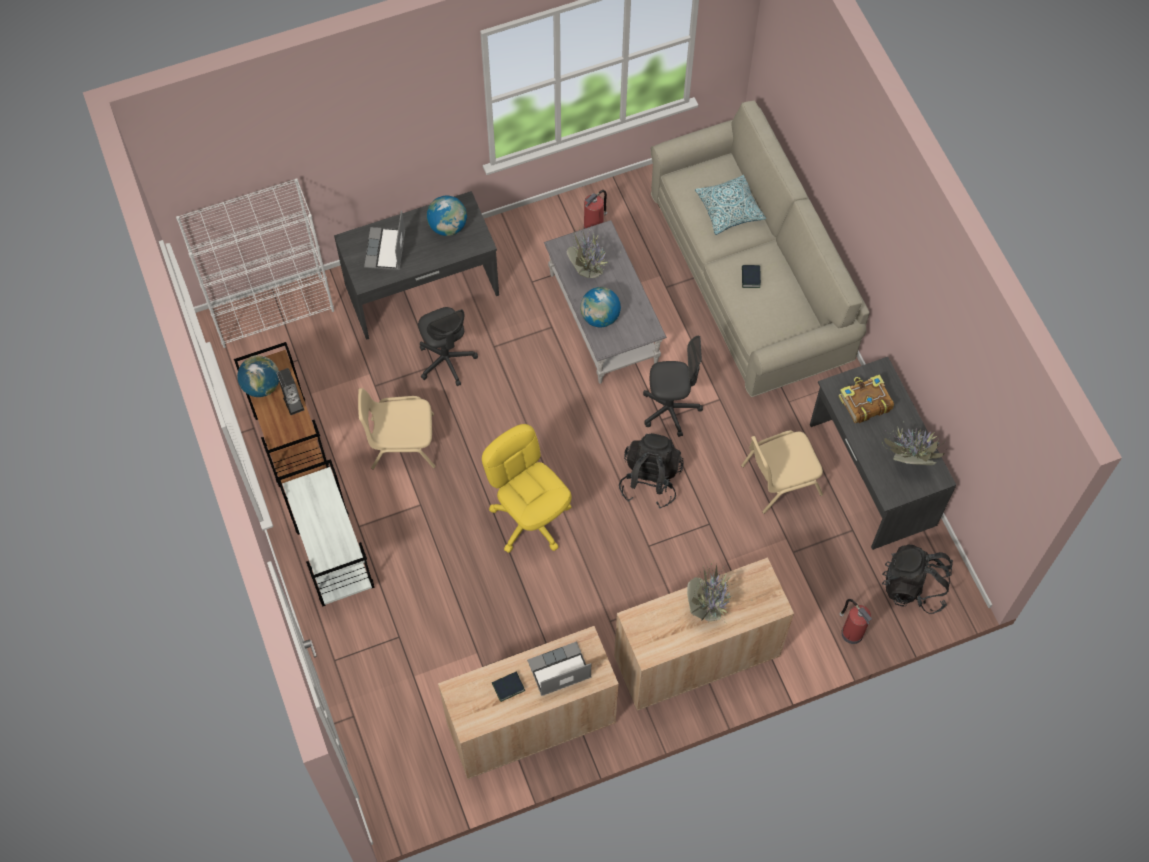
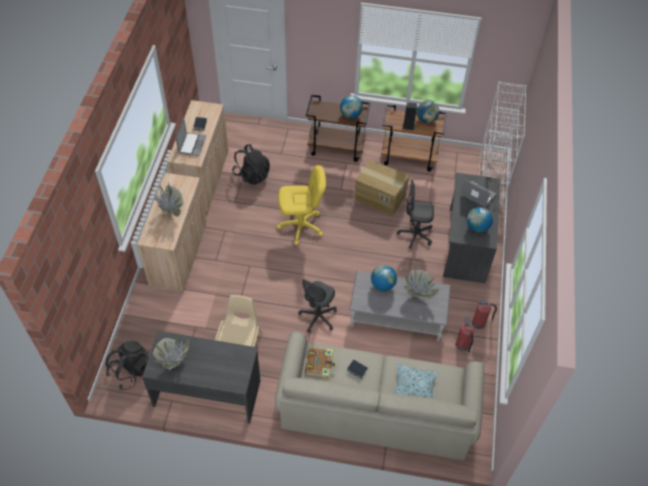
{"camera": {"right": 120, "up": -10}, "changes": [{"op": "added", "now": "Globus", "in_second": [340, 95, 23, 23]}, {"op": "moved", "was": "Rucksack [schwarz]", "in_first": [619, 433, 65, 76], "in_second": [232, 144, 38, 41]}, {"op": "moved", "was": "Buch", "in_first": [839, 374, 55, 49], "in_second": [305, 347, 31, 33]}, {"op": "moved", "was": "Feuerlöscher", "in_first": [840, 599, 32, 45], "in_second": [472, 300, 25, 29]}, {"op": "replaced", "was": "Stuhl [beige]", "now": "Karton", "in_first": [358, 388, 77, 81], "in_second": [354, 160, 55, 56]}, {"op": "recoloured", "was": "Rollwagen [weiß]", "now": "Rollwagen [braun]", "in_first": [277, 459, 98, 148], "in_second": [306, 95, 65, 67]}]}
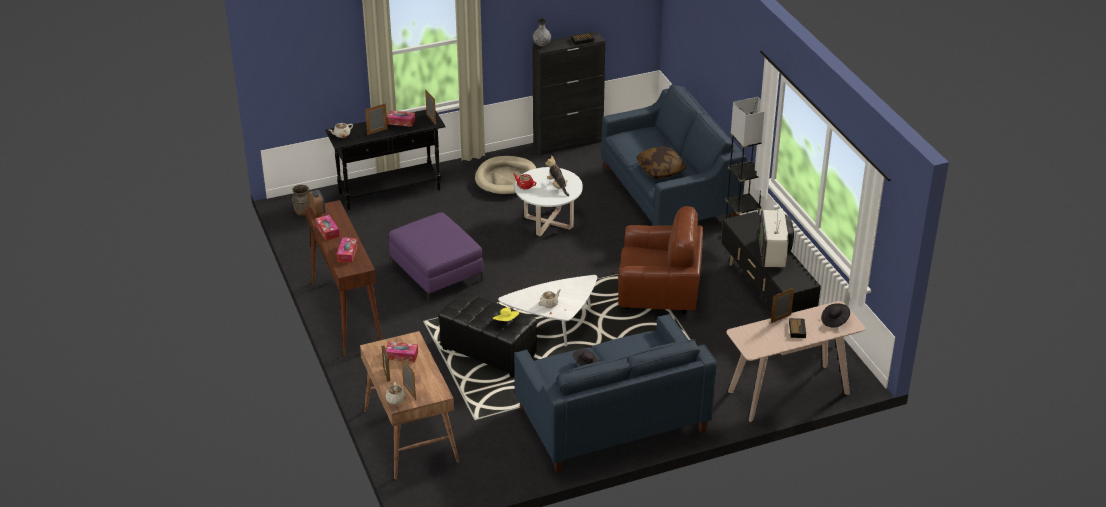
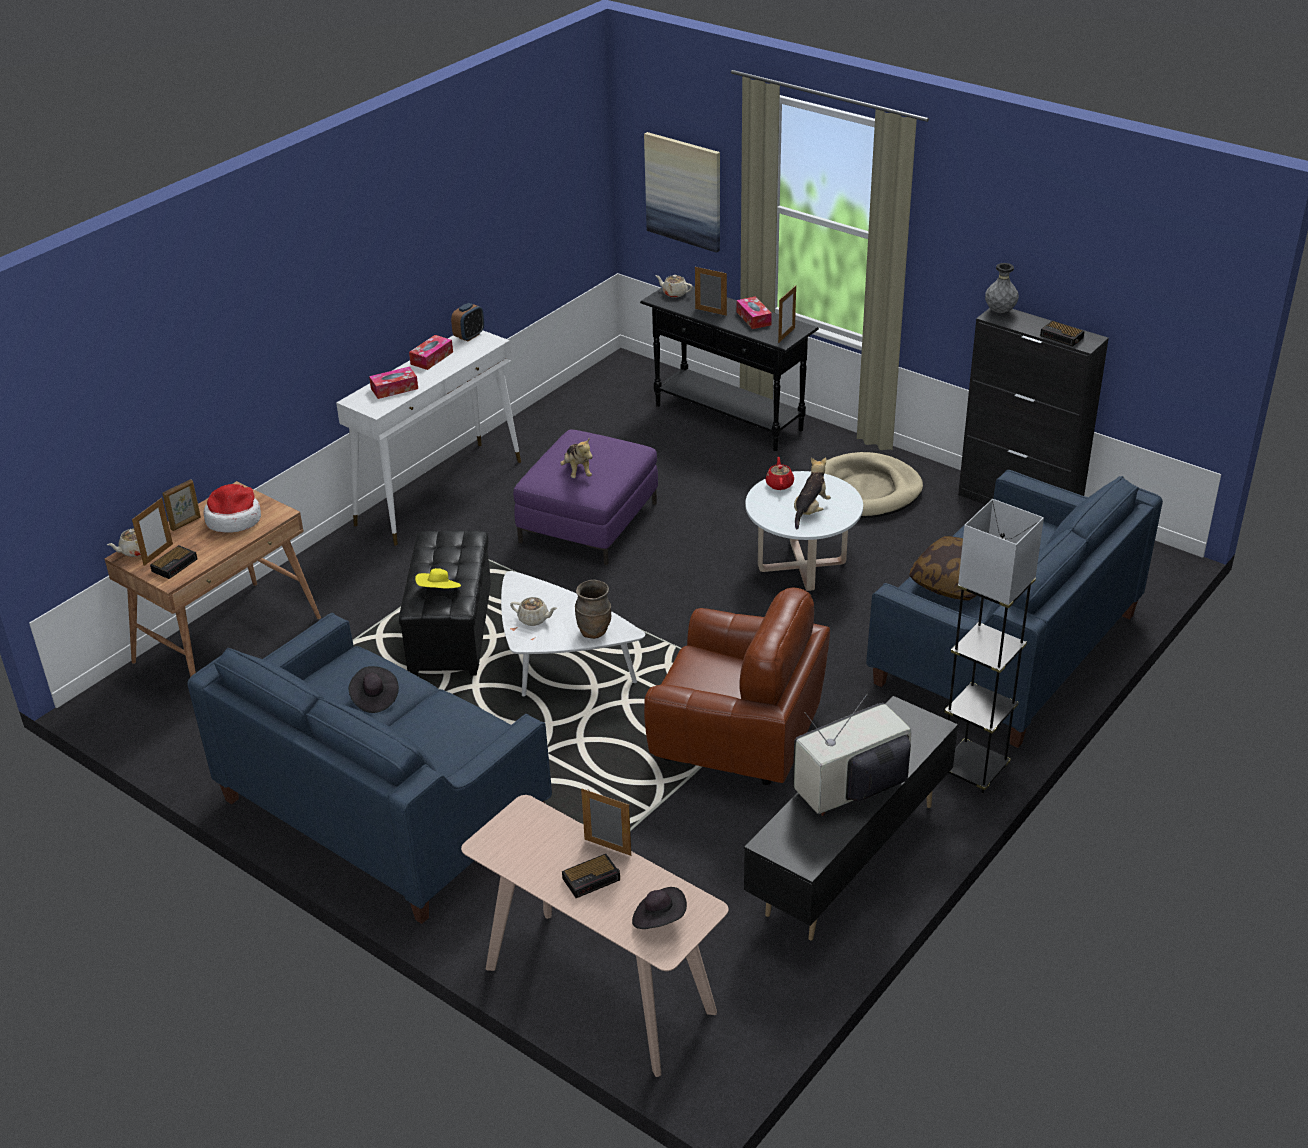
{"camera": {"right": 60, "up": 0}, "changes": [{"op": "added", "now": "Wecker", "in_second": [150, 545, 48, 34]}, {"op": "added", "now": "Plüschtier", "in_second": [560, 437, 33, 41]}, {"op": "added", "now": "Bild", "in_second": [644, 132, 76, 121]}, {"op": "moved", "was": "Vase [braun]", "in_first": [292, 185, 19, 31], "in_second": [575, 580, 36, 59]}, {"op": "replaced", "was": "Taschentuchbox", "now": "Hut", "in_first": [386, 342, 32, 20], "in_second": [203, 484, 58, 49]}, {"op": "recoloured", "was": "Konsolentisch [braun]", "now": "Konsolentisch [weiß]", "in_first": [305, 200, 77, 157], "in_second": [336, 331, 185, 215]}, {"op": "turned", "was": "Sessel [braun]", "in_first": [618, 206, 85, 108], "in_second": [644, 587, 186, 198], "clockwise": -45}]}
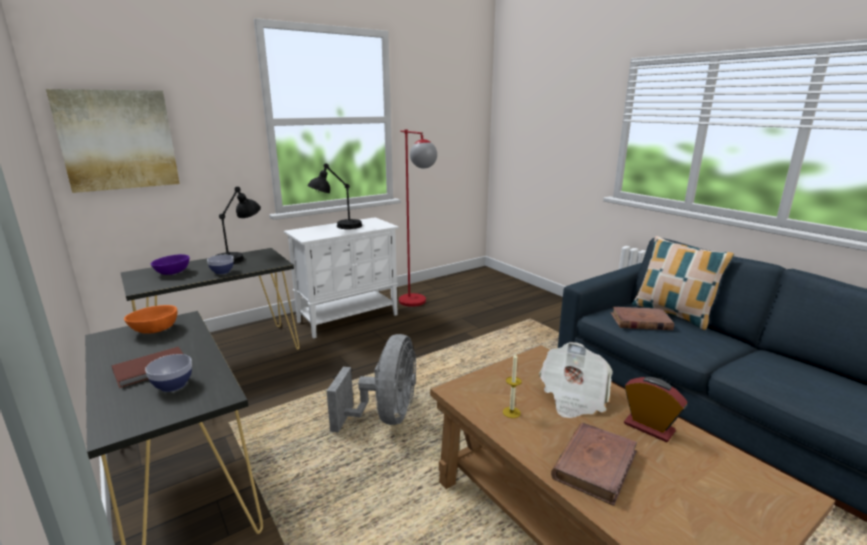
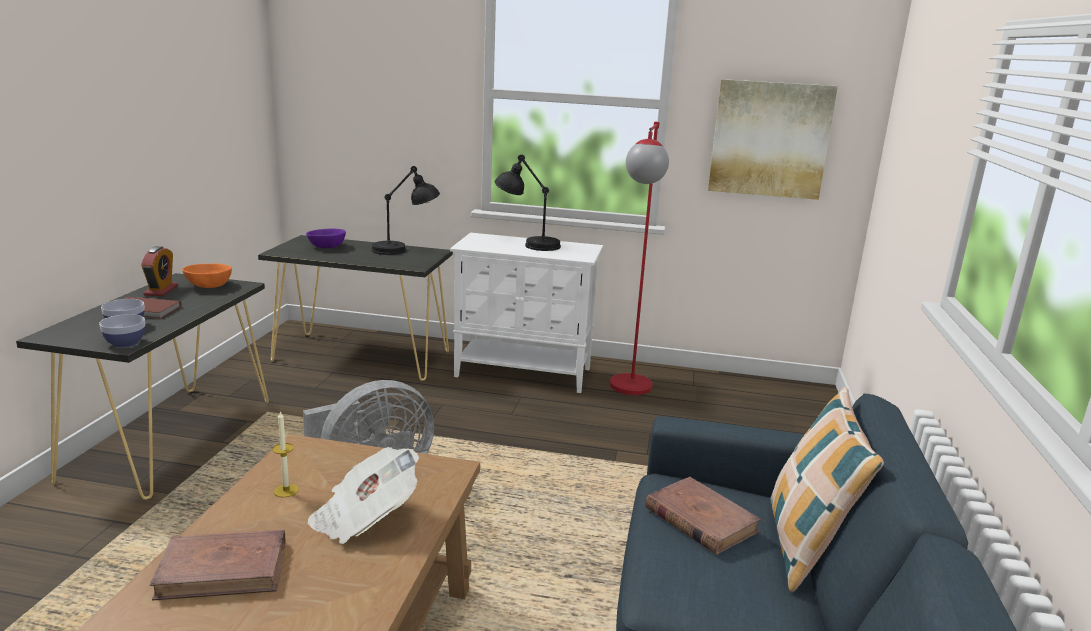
{"camera": {"right": 45, "up": 0}, "changes": [{"op": "moved", "was": "Bild", "in_first": [46, 89, 134, 104], "in_second": [708, 79, 130, 121]}, {"op": "moved", "was": "Schüssel", "in_first": [207, 255, 27, 19], "in_second": [99, 314, 46, 34]}, {"op": "moved", "was": "Wecker", "in_first": [624, 377, 63, 65], "in_second": [141, 246, 37, 50]}]}
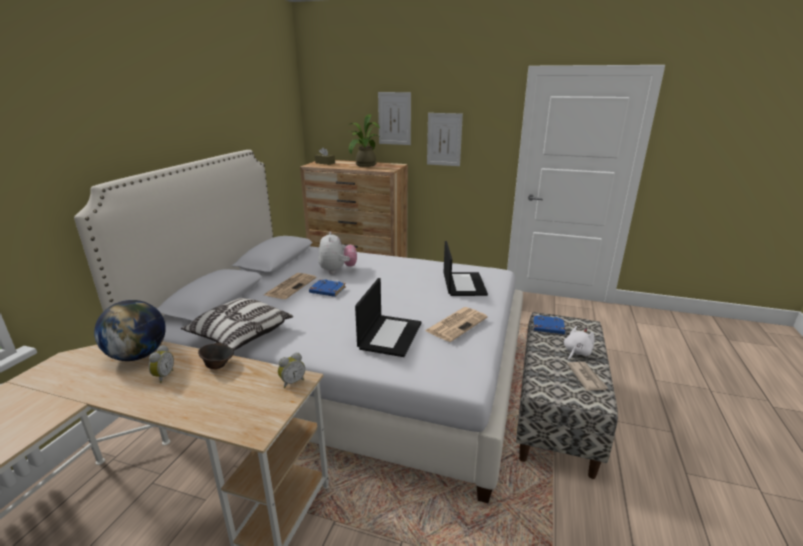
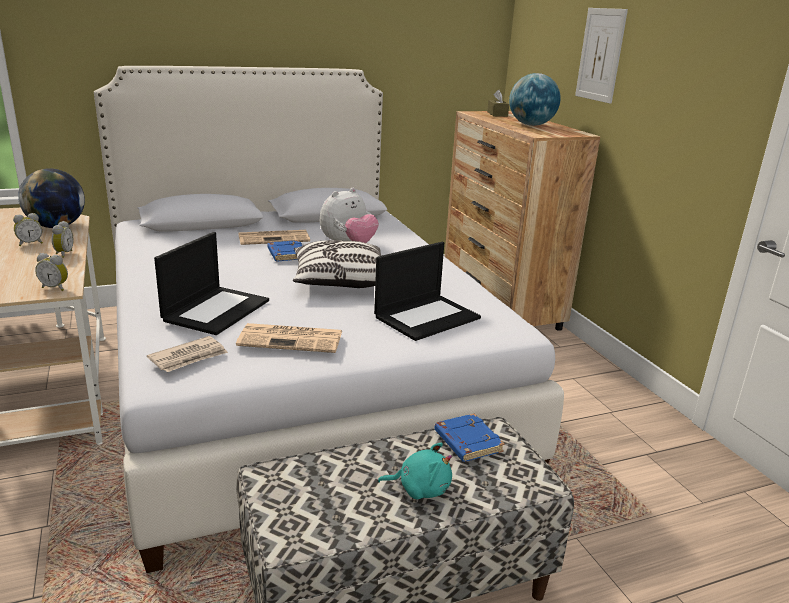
{"camera": {"right": 50, "up": 0}, "changes": [{"op": "removed", "was": "Bild", "in_first": [427, 113, 36, 53]}, {"op": "moved", "was": "Kissen", "in_first": [181, 298, 112, 53], "in_second": [293, 240, 88, 48]}, {"op": "moved", "was": "Zeitung", "in_first": [567, 362, 41, 29], "in_second": [147, 336, 81, 36]}, {"op": "replaced", "was": "Schüssel [braun]", "now": "Wecker", "in_first": [198, 343, 36, 26], "in_second": [52, 221, 21, 37]}, {"op": "replaced", "was": "Topfpflanze", "now": "Globus", "in_first": [348, 114, 33, 53], "in_second": [509, 73, 52, 53]}, {"op": "recoloured", "was": "Plüschtier [weiß]", "now": "Plüschtier [türkis]", "in_first": [564, 326, 31, 34], "in_second": [378, 443, 74, 57]}, {"op": "turned", "was": "Laptop", "in_first": [355, 278, 67, 79], "in_second": [154, 232, 115, 103], "clockwise": -45}]}
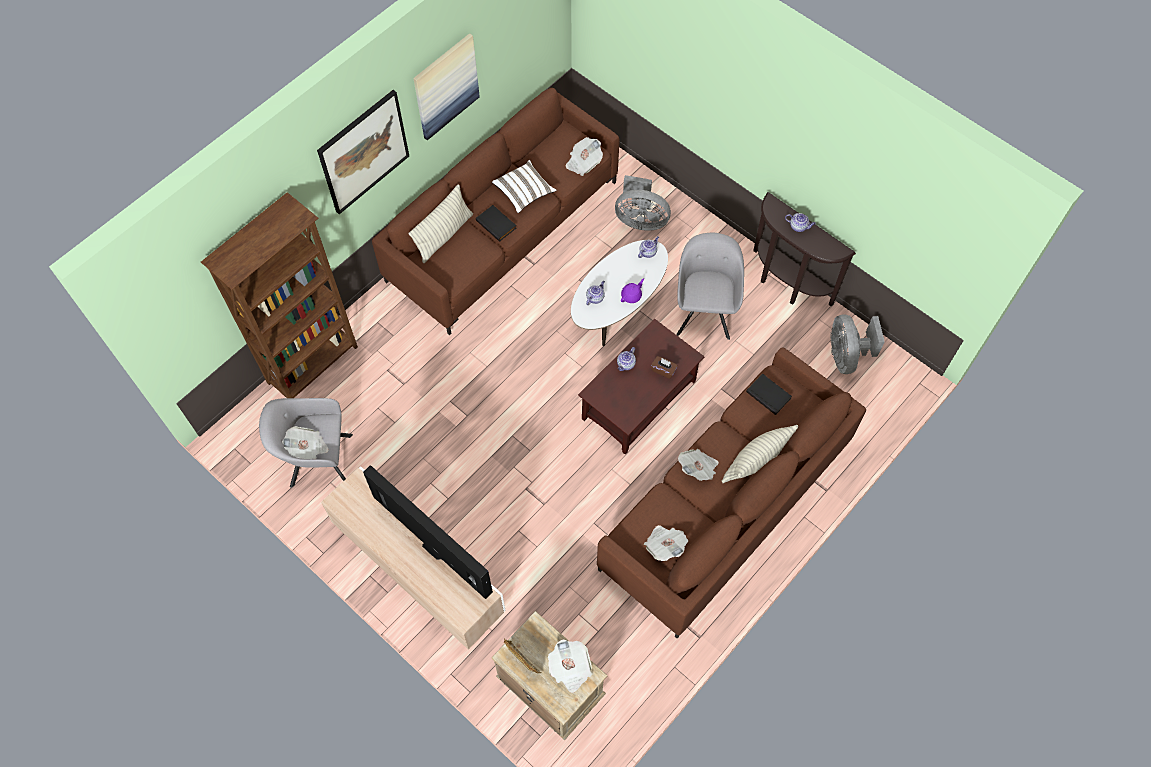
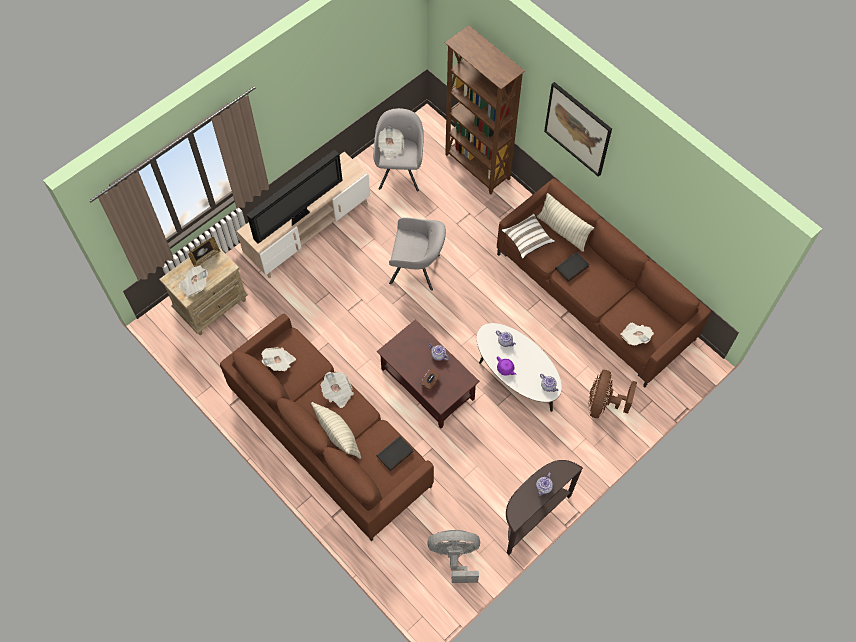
{"camera": {"right": 95, "up": 0}, "changes": [{"op": "removed", "was": "Bild", "in_first": [413, 33, 67, 107]}, {"op": "moved", "was": "Kissen [weiß]", "in_first": [492, 160, 65, 53], "in_second": [502, 214, 53, 45]}, {"op": "moved", "was": "Sessel [grau]", "in_first": [676, 233, 68, 107], "in_second": [389, 217, 57, 74]}, {"op": "recoloured", "was": "Ventilator [grau]", "now": "Ventilator [braun]", "in_first": [615, 175, 56, 56], "in_second": [589, 370, 48, 48]}]}
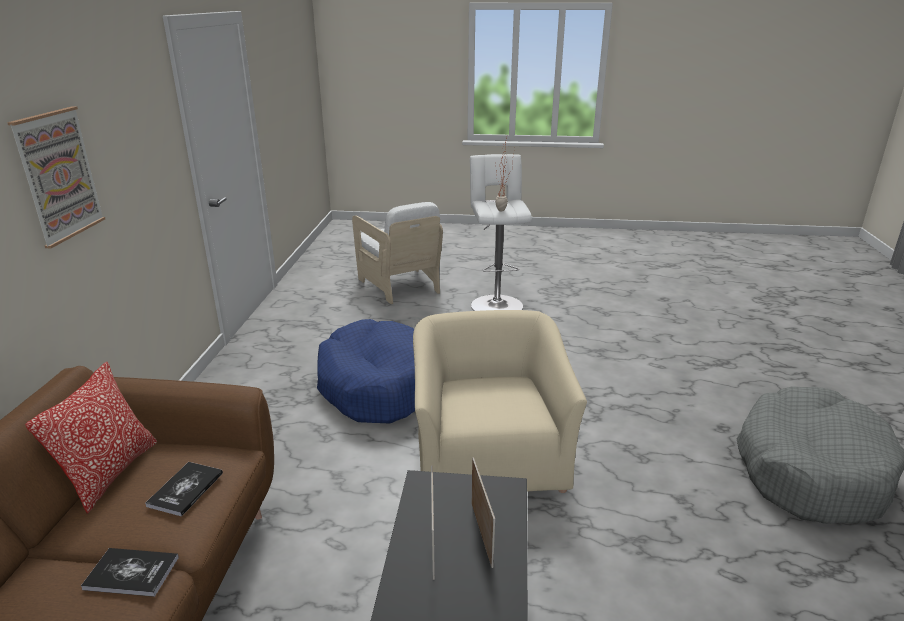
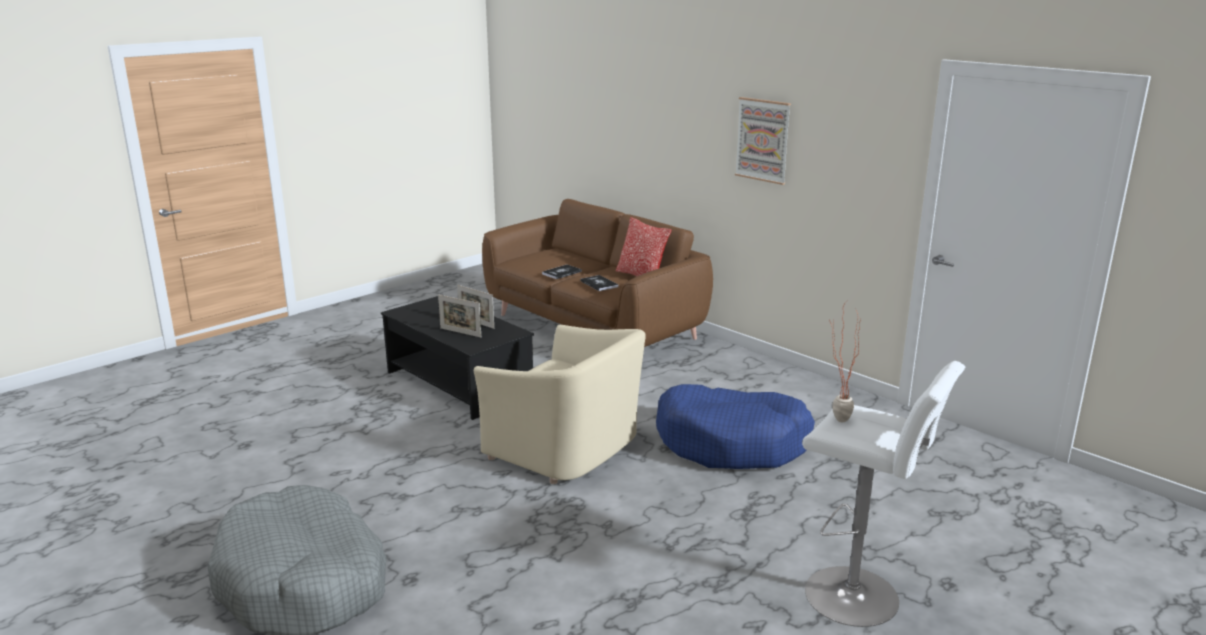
{"camera": {"right": 130, "up": -5}, "changes": [{"op": "removed", "was": "Sessel [weiß]", "in_first": [352, 202, 91, 102]}]}
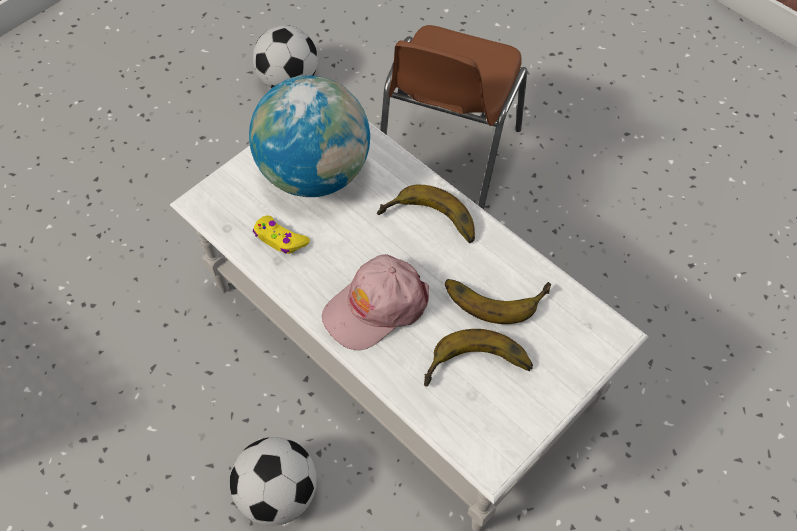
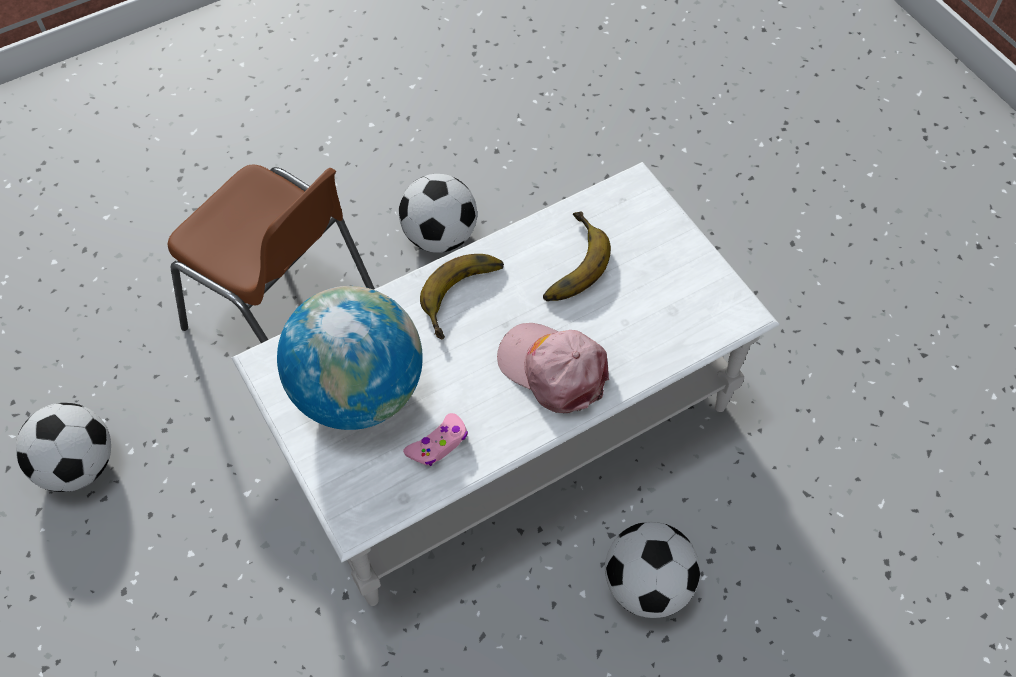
{"camera": {"right": -75, "up": 0}, "changes": [{"op": "removed", "was": "Banane", "in_first": [424, 329, 109, 58]}, {"op": "added", "now": "Fußball", "in_second": [399, 174, 78, 79]}, {"op": "recoloured", "was": "Gamepad [gelb]", "now": "Gamepad [rosa]", "in_first": [253, 215, 57, 39], "in_second": [403, 413, 65, 53]}, {"op": "turned", "was": "Kappe [rosa]", "in_first": [322, 254, 107, 97], "in_second": [497, 323, 112, 90], "clockwise": 150}]}
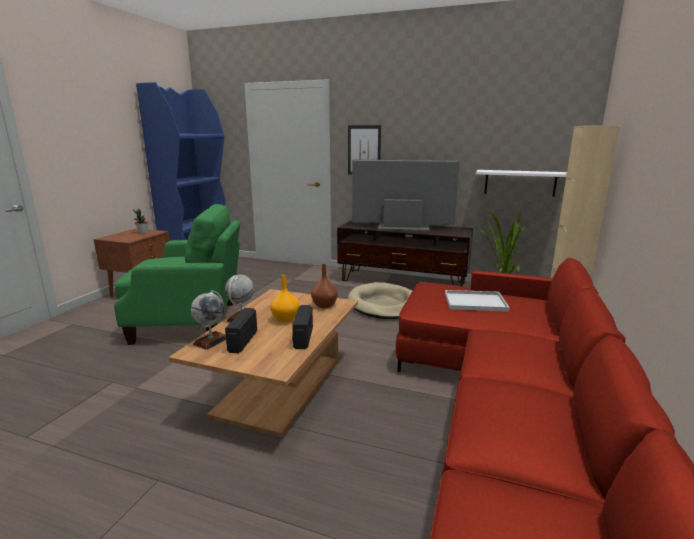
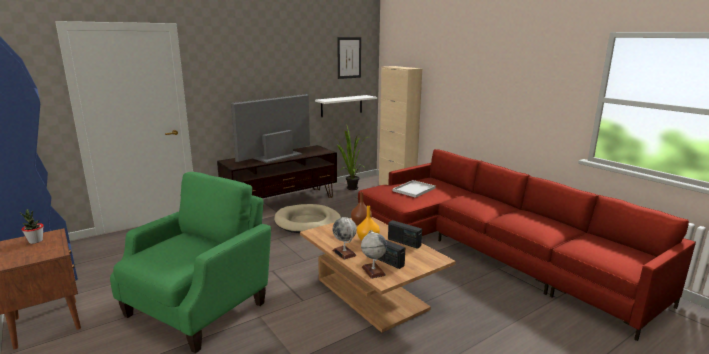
{"camera": {"right": -55, "up": 0}, "changes": [{"op": "moved", "was": "Bild", "in_first": [348, 125, 33, 50], "in_second": [337, 37, 24, 42]}]}
